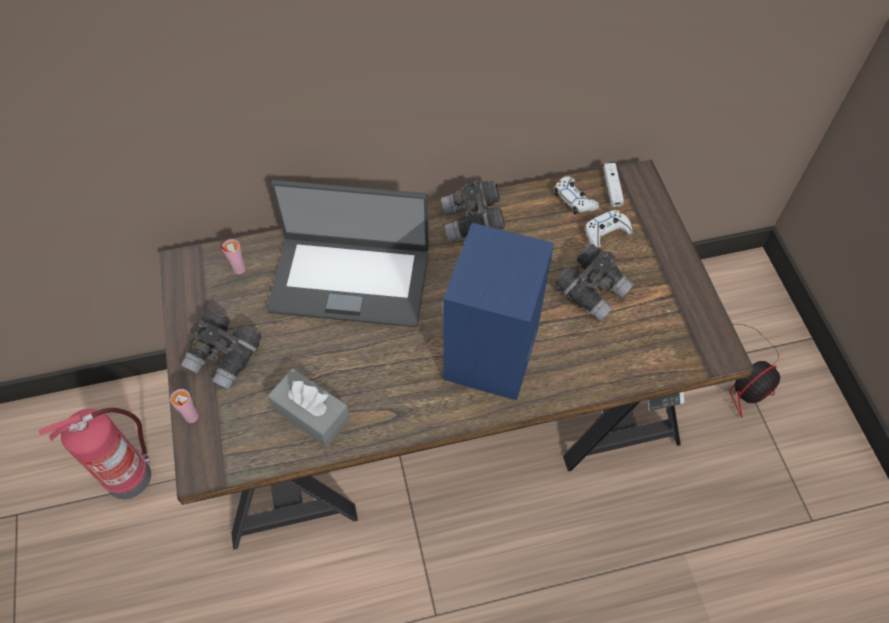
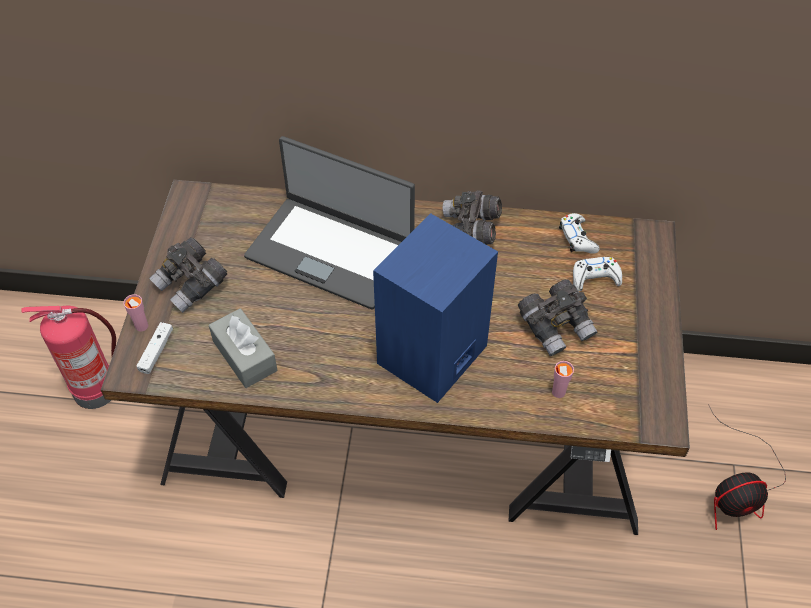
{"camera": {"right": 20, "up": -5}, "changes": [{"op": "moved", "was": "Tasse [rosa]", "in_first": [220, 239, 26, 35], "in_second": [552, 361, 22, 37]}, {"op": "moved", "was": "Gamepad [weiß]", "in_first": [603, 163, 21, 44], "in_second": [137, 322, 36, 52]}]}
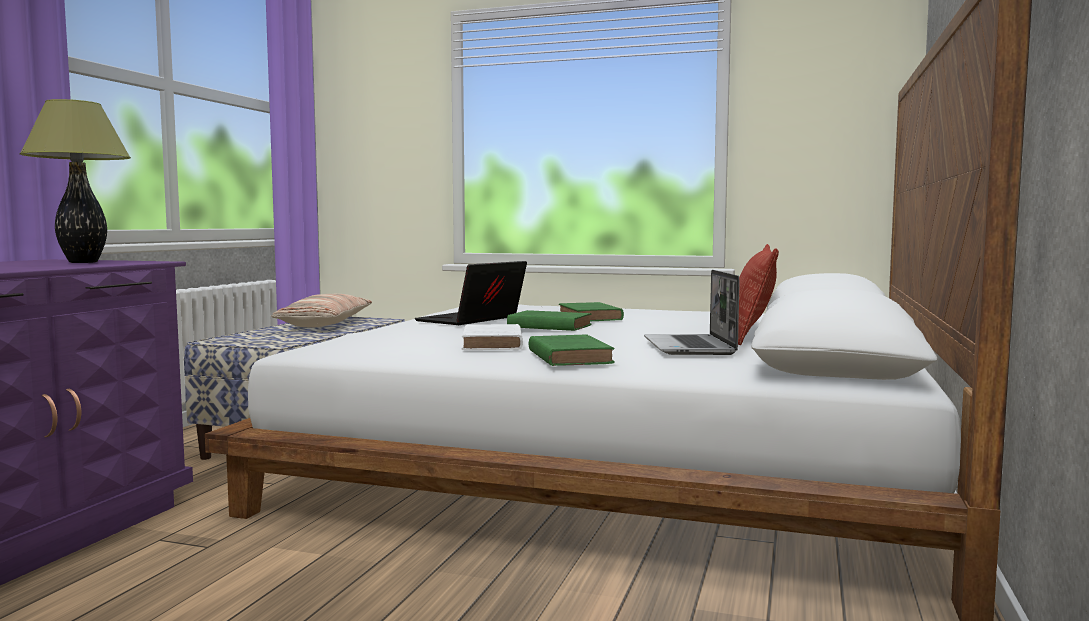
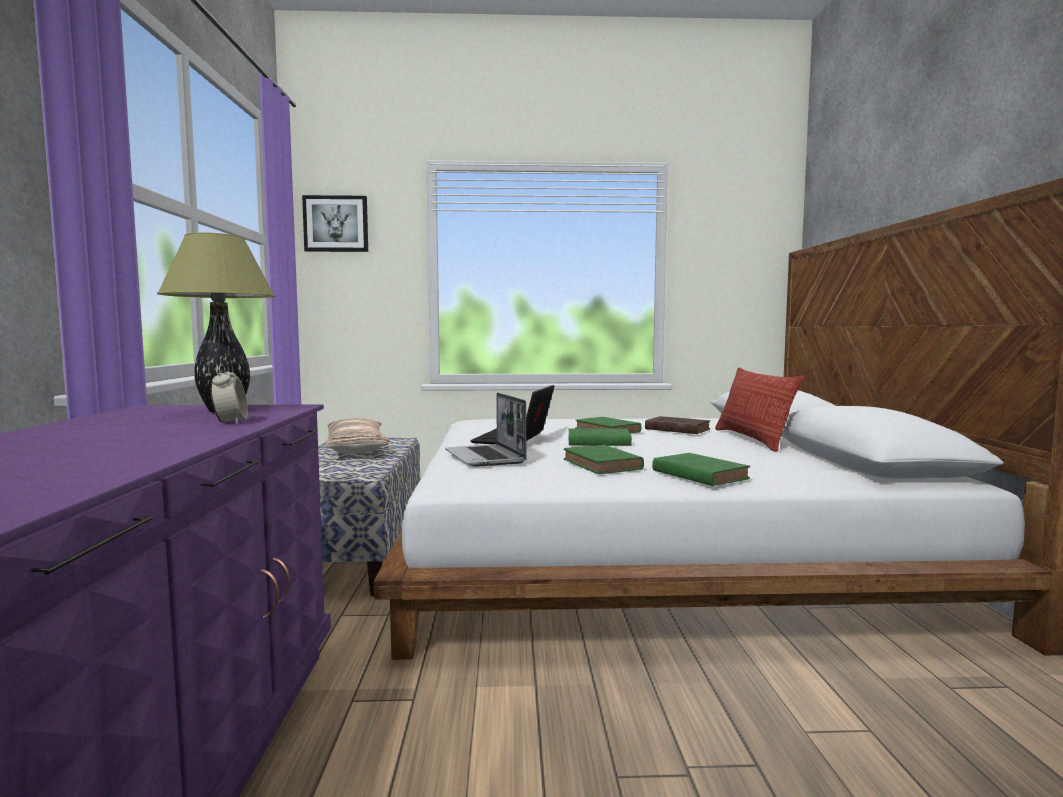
{"camera": {"right": -20, "up": 0}, "changes": [{"op": "added", "now": "Wecker", "in_second": [211, 364, 37, 60]}, {"op": "added", "now": "Bild", "in_second": [302, 195, 66, 57]}, {"op": "added", "now": "Buch [braun]", "in_second": [645, 416, 65, 18]}, {"op": "moved", "was": "Laptop", "in_first": [644, 270, 96, 85], "in_second": [445, 393, 81, 74]}, {"op": "recoloured", "was": "Buch [weiß]", "now": "Buch [grün]", "in_first": [462, 324, 61, 26], "in_second": [563, 445, 81, 29]}]}
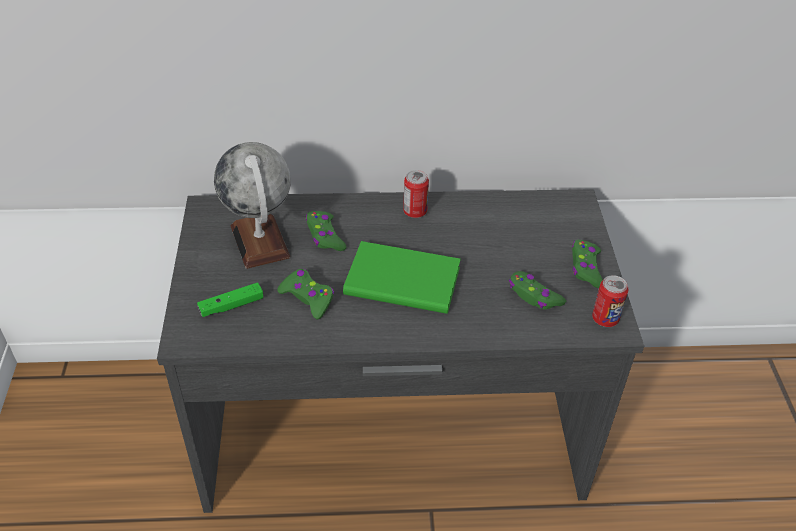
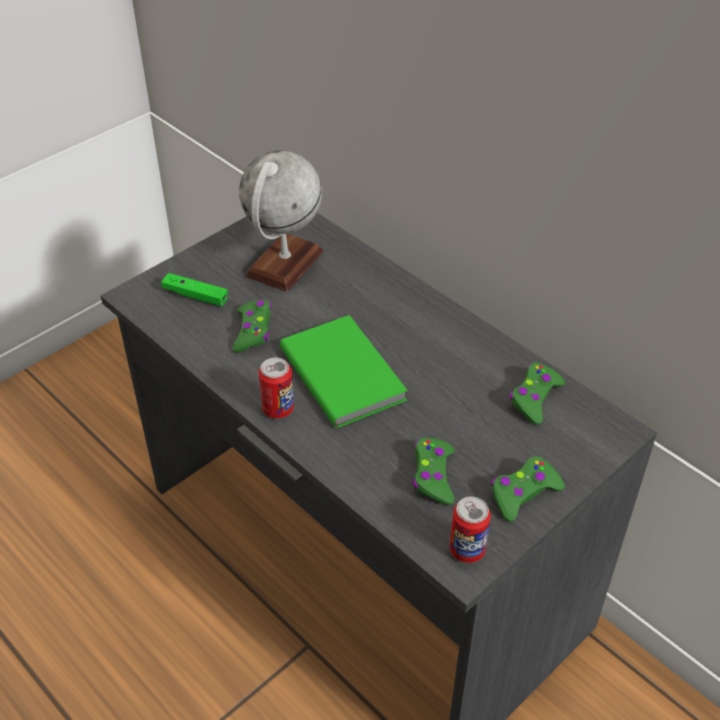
{"camera": {"right": 50, "up": 0}, "changes": [{"op": "moved", "was": "Gamepad [grün]", "in_first": [306, 211, 40, 40], "in_second": [510, 362, 55, 63]}, {"op": "moved", "was": "Dose", "in_first": [403, 170, 26, 48], "in_second": [259, 358, 35, 60]}]}
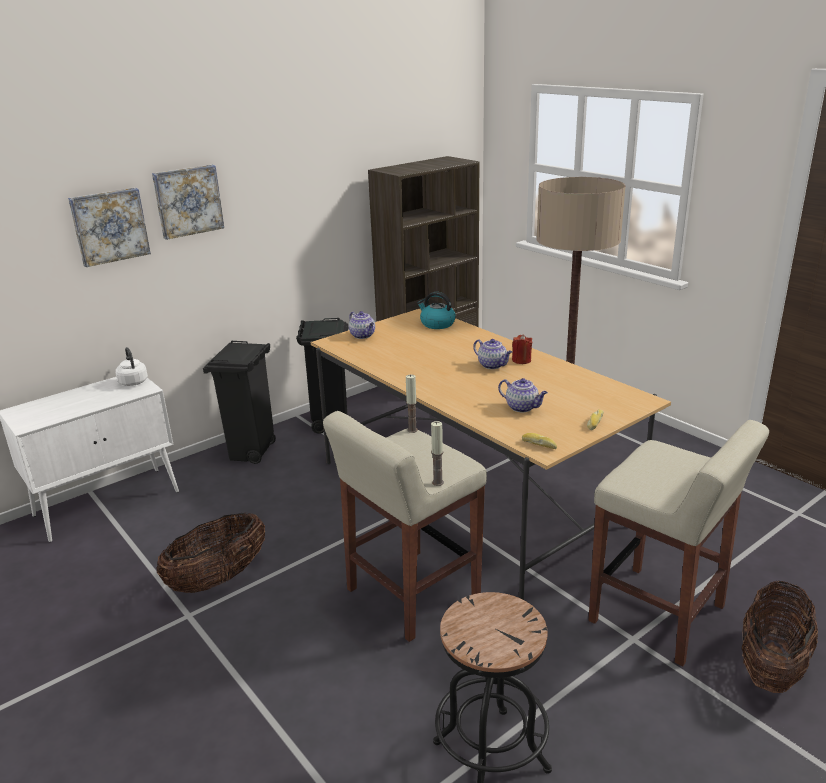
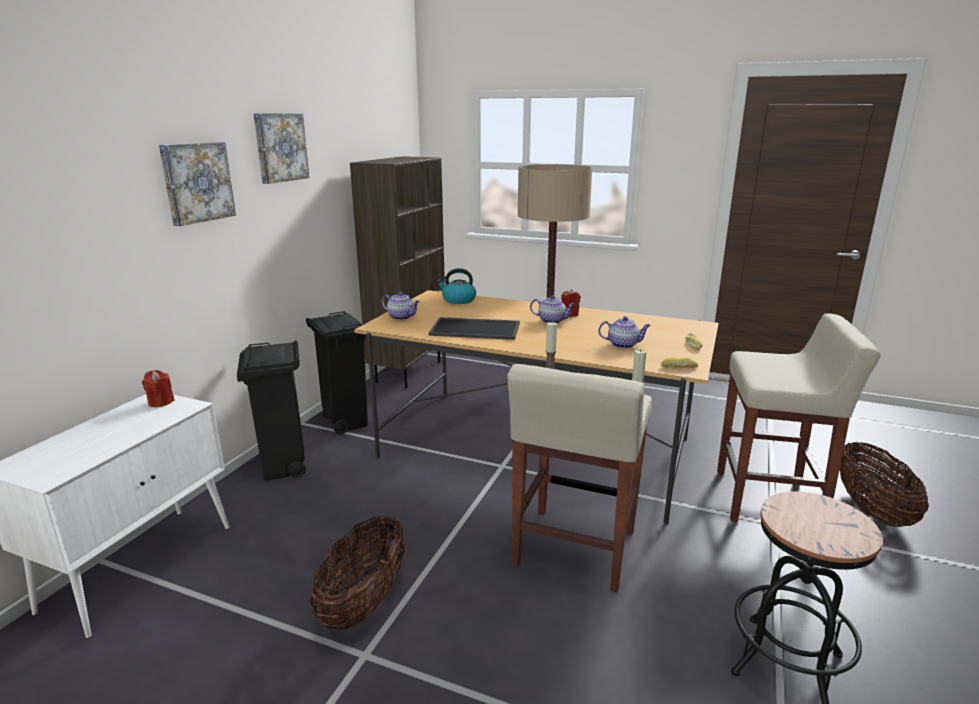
{"camera": {"right": -30, "up": -5}, "changes": [{"op": "added", "now": "Tablett", "in_second": [429, 317, 91, 23]}, {"op": "moved", "was": "Bild", "in_first": [68, 188, 83, 79], "in_second": [254, 113, 56, 71]}, {"op": "replaced", "was": "Wasserkessel [weiß]", "now": "Kerze [rot]", "in_first": [115, 347, 33, 39], "in_second": [142, 370, 33, 37]}]}
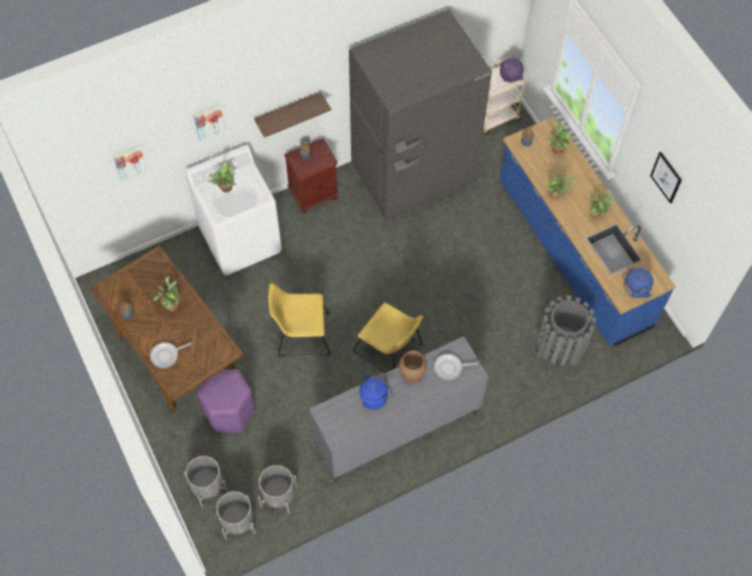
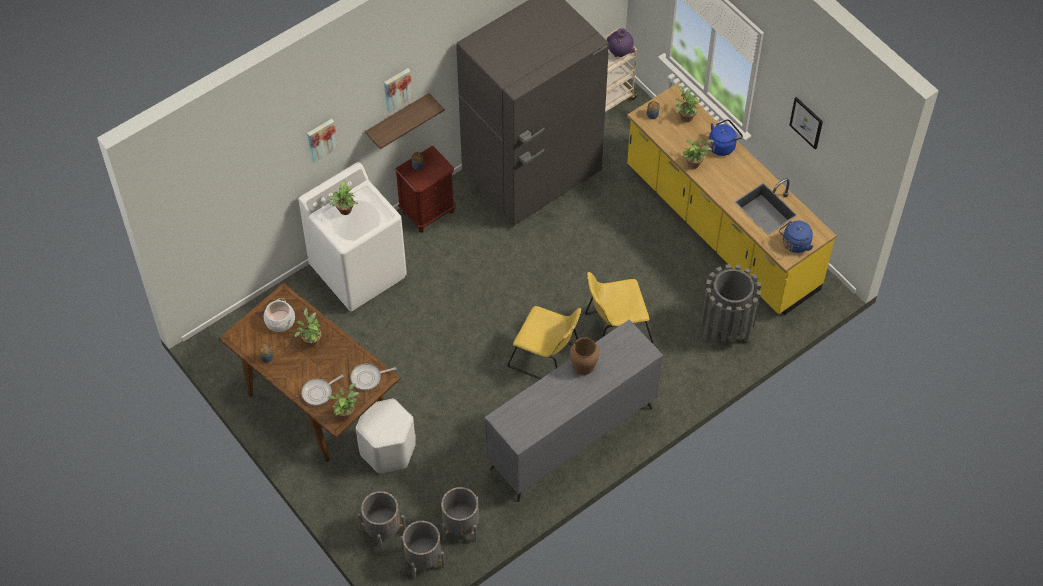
{"camera": {"right": -10, "up": -5}, "changes": [{"op": "added", "now": "Kochtopf", "in_second": [264, 298, 31, 34]}, {"op": "moved", "was": "Bild", "in_first": [113, 145, 34, 36], "in_second": [384, 68, 29, 44]}, {"op": "moved", "was": "Stuhl [gelb]", "in_first": [268, 283, 63, 74], "in_second": [585, 272, 68, 72]}, {"op": "moved", "was": "Wasserkessel [blau]", "in_first": [359, 373, 34, 37], "in_second": [709, 119, 34, 37]}, {"op": "moved", "was": "Pfanne", "in_first": [434, 354, 44, 26], "in_second": [350, 364, 46, 26]}, {"op": "moved", "was": "Topfpflanze", "in_first": [586, 189, 29, 31], "in_second": [328, 384, 31, 36]}, {"op": "recoloured", "was": "Hocker [lila]", "now": "Hocker [weiß]", "in_first": [197, 369, 58, 64], "in_second": [356, 398, 60, 75]}, {"op": "recoloured", "was": "Küchenzeile [blau]", "now": "Küchenzeile [gelb]", "in_first": [500, 116, 176, 230], "in_second": [627, 84, 209, 231]}]}
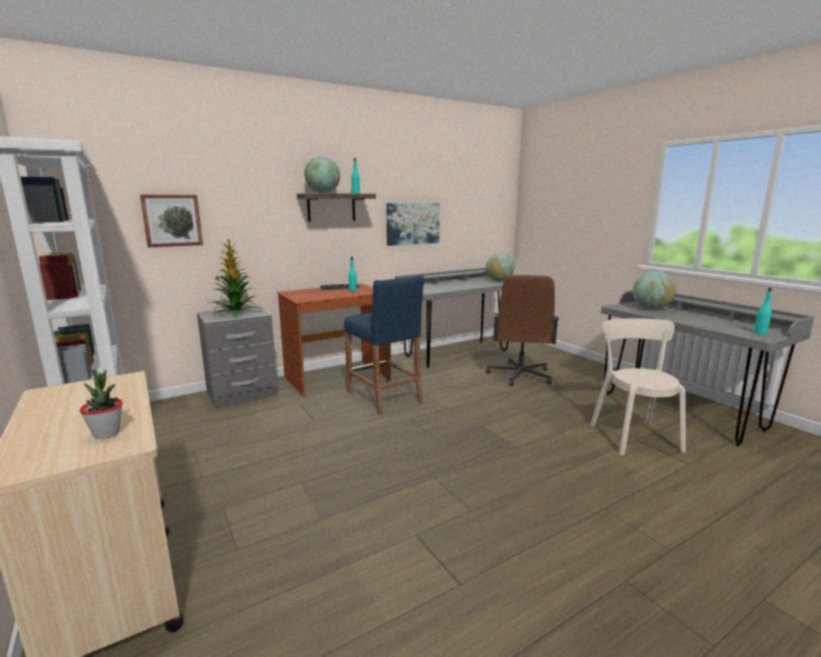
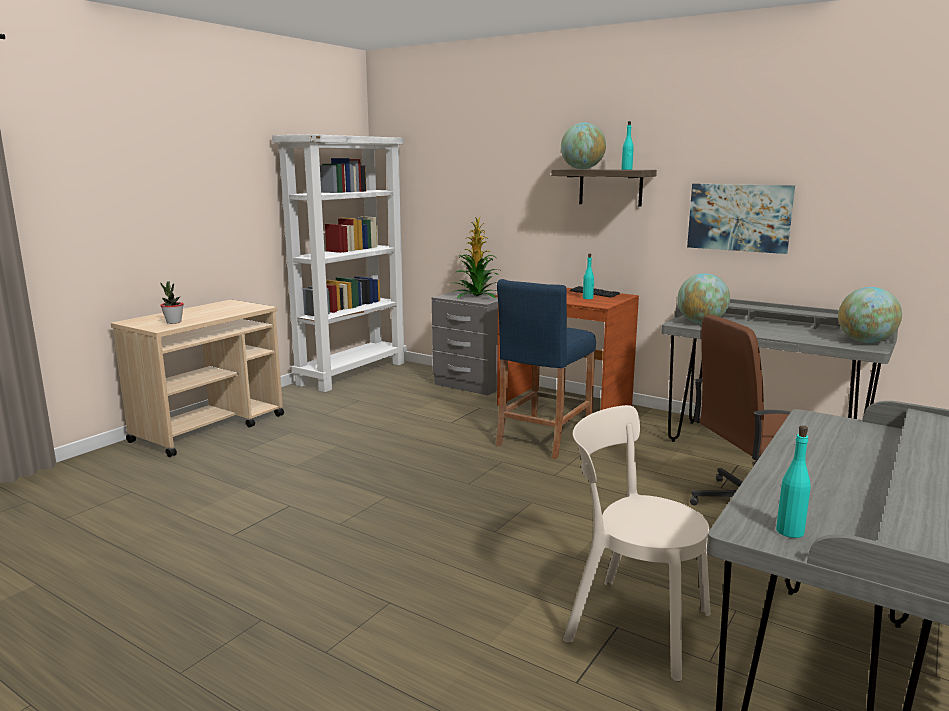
{"camera": {"right": 65, "up": 0}, "changes": [{"op": "removed", "was": "Bild", "in_first": [140, 195, 63, 52]}, {"op": "moved", "was": "Globus", "in_first": [633, 271, 43, 39], "in_second": [677, 273, 53, 51]}, {"op": "turned", "was": "Stuhl [beige]", "in_first": [590, 318, 96, 137], "in_second": [563, 405, 147, 276], "clockwise": -120}]}
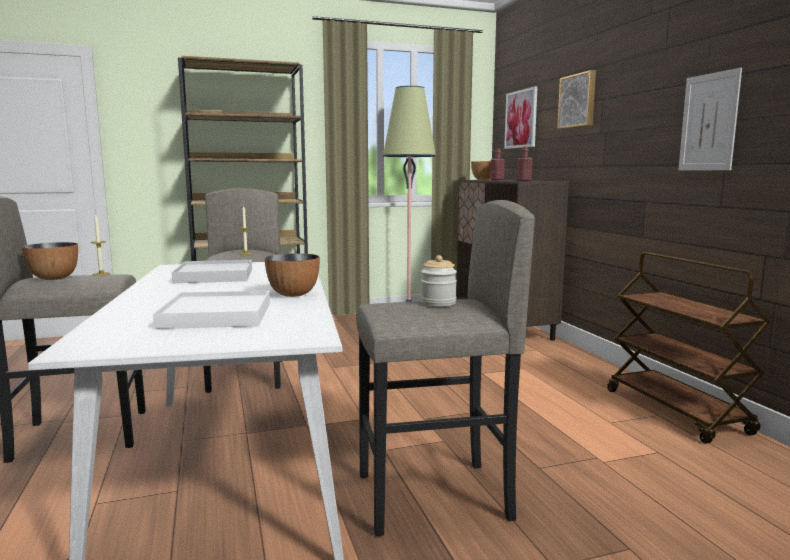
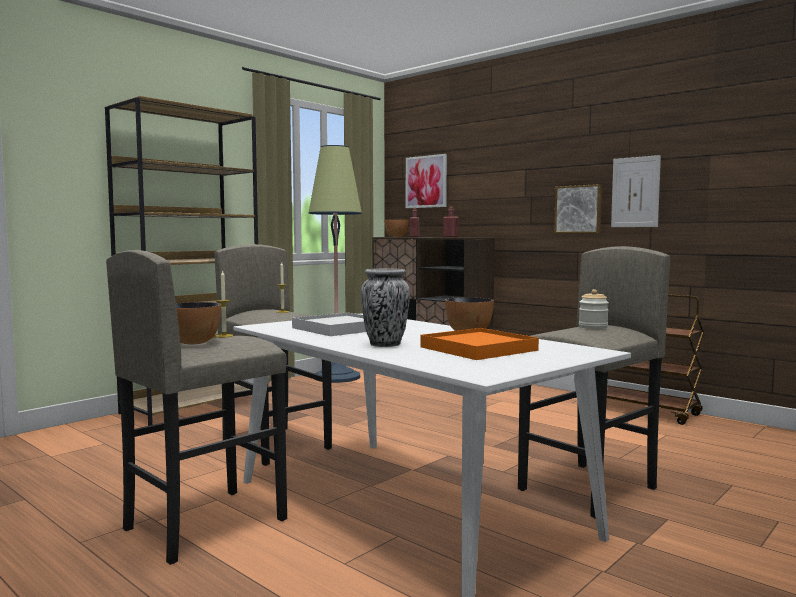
{"camera": {"right": -30, "up": -5}, "changes": [{"op": "added", "now": "Vase", "in_second": [361, 269, 49, 78]}, {"op": "moved", "was": "Bild", "in_first": [557, 70, 39, 59], "in_second": [554, 184, 48, 49]}, {"op": "recoloured", "was": "Tablett [weiß]", "now": "Tablett [orange]", "in_first": [153, 291, 117, 38], "in_second": [420, 328, 119, 32]}]}
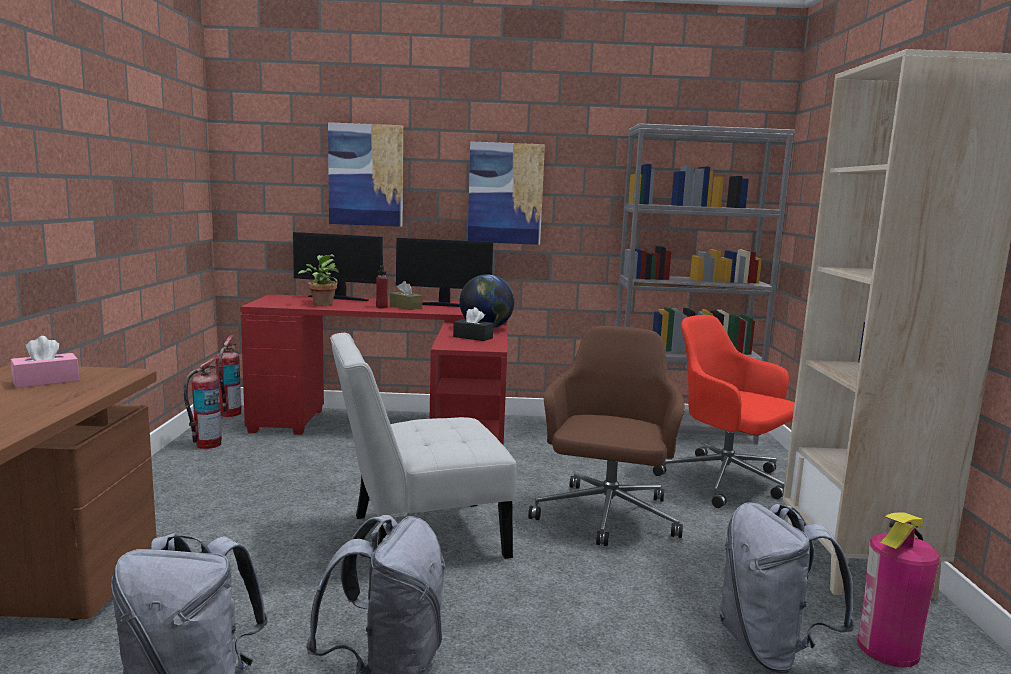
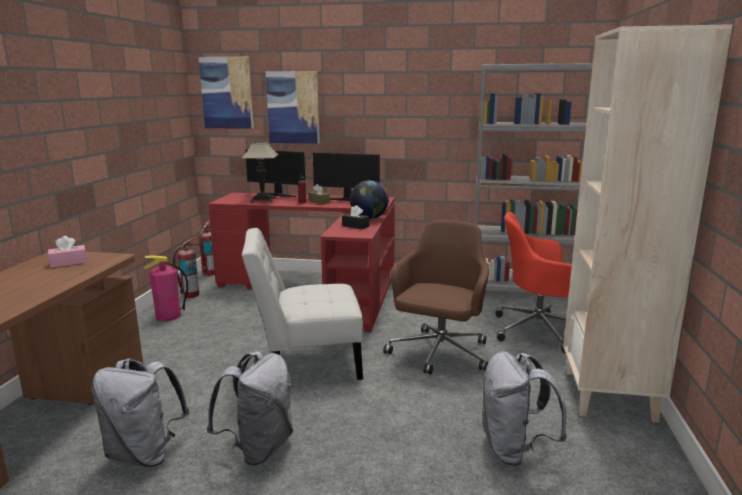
{"camera": {"right": 10, "up": 5}, "changes": [{"op": "moved", "was": "Bild", "in_first": [468, 141, 77, 104], "in_second": [199, 56, 55, 73]}, {"op": "moved", "was": "Feuerlöscher", "in_first": [857, 513, 83, 154], "in_second": [144, 255, 44, 66]}, {"op": "replaced", "was": "Topfpflanze", "now": "Tischlampe", "in_first": [298, 254, 41, 52], "in_second": [241, 142, 38, 61]}, {"op": "turned", "was": "Bürostuhl [rot]", "in_first": [653, 315, 142, 193], "in_second": [495, 212, 77, 141], "clockwise": -45}]}
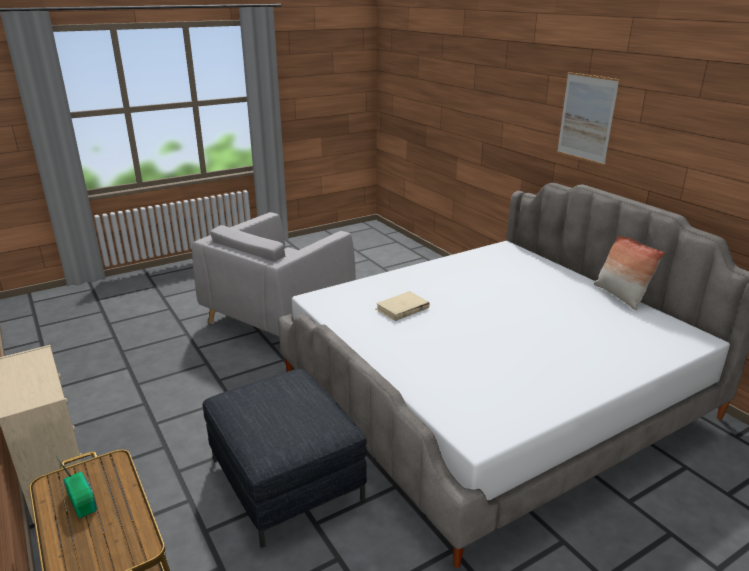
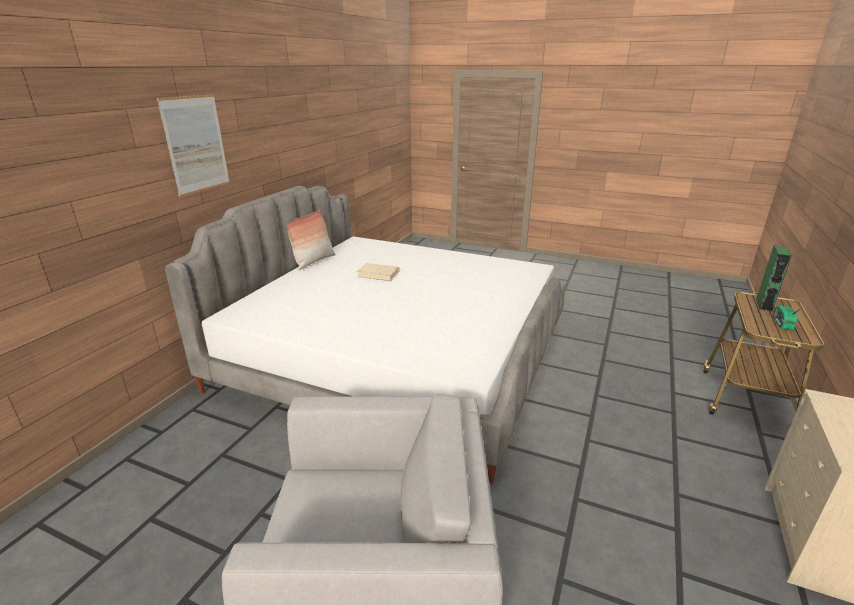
{"camera": {"right": -125, "up": 0}, "changes": [{"op": "removed", "was": "Polsterhocker [grau]", "in_first": [203, 369, 164, 179]}, {"op": "added", "now": "Lautsprecher [grün]", "in_second": [756, 245, 36, 67]}, {"op": "moved", "was": "Buch [beige]", "in_first": [375, 291, 55, 30], "in_second": [357, 263, 42, 18]}]}
